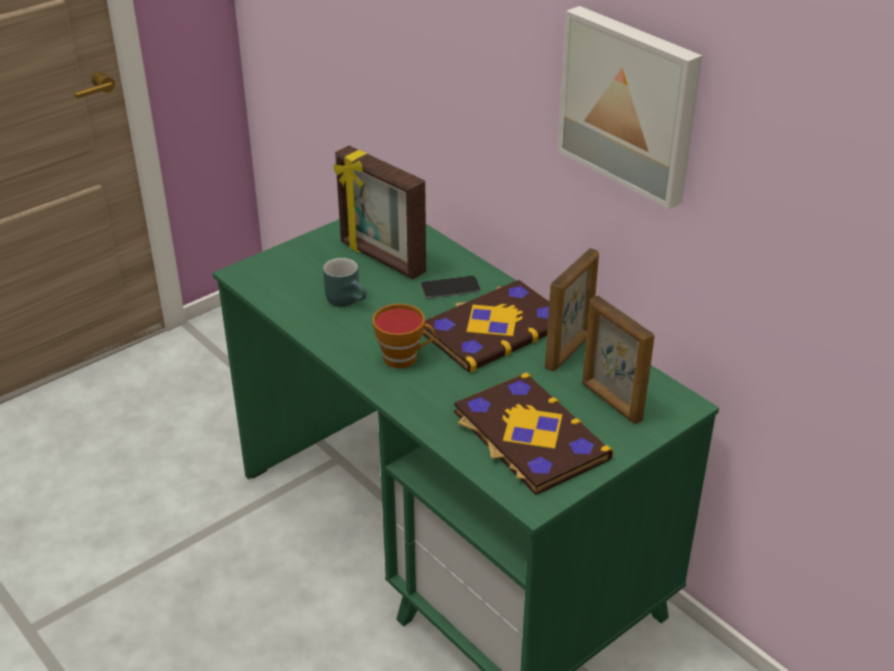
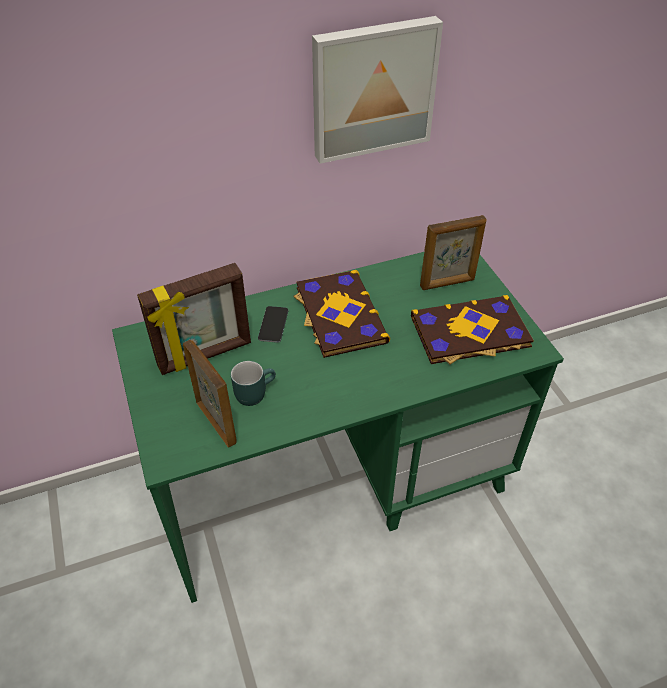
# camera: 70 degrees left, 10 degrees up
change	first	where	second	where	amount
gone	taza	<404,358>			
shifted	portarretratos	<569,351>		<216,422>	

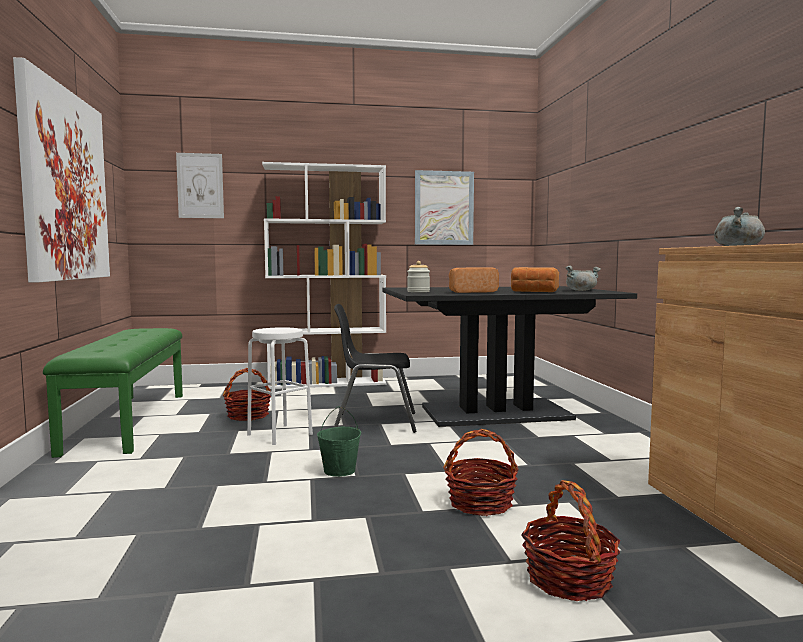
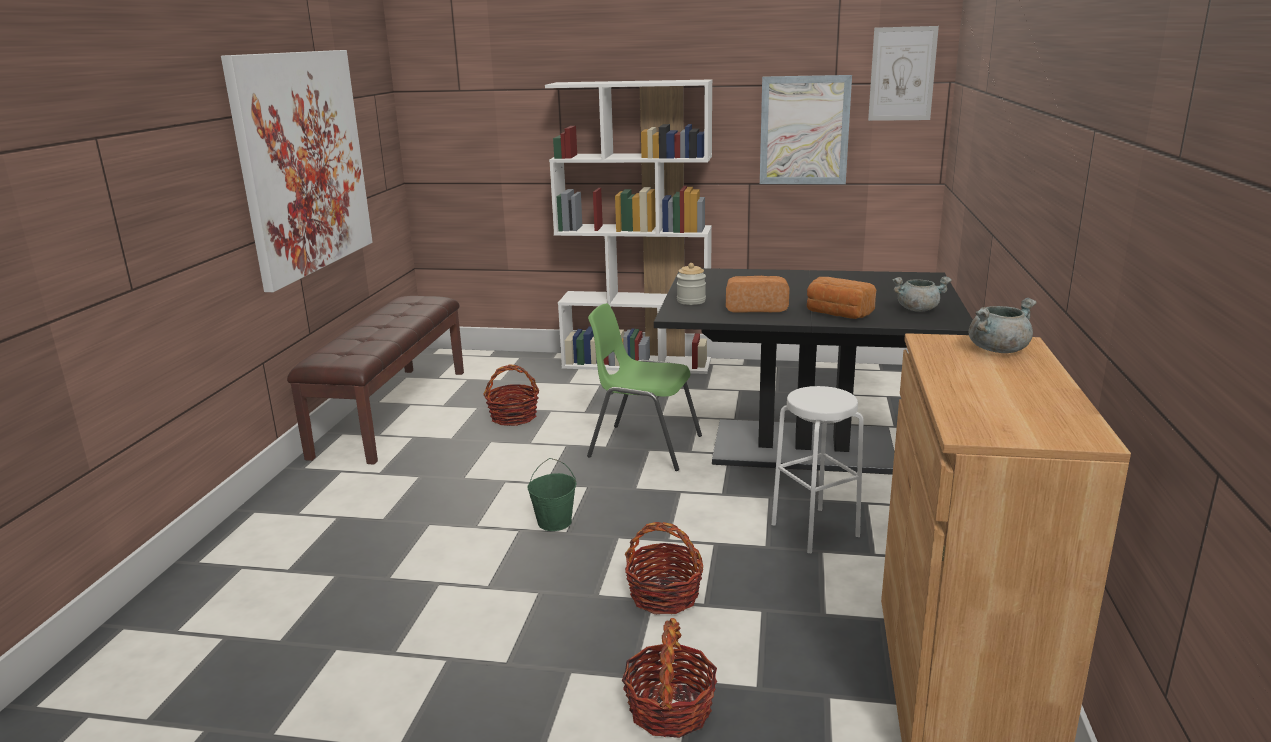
# camera: 20 degrees right, 15 degrees up
change	first	where	second	where	amount
repainted	banco/verde	<127,421>	banco/marrón	<392,411>	
shifted	cuadro	<200,186>		<902,74>	
shifted	taburete/blanco	<279,434>		<814,529>	
repainted	silla/negro	<374,422>	silla/verde	<643,446>	

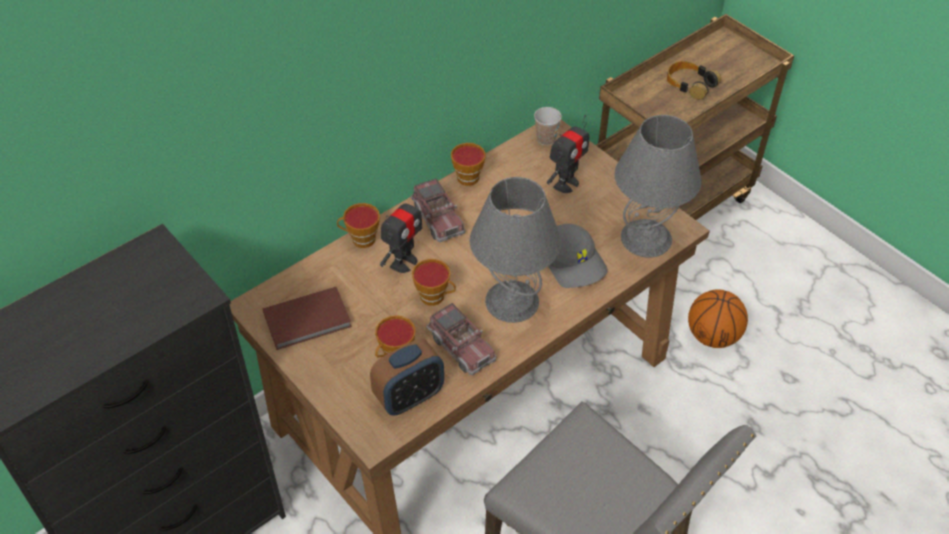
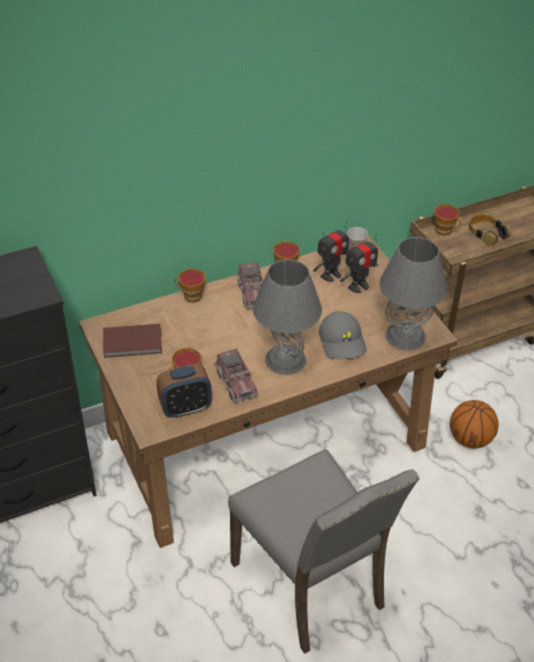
# camera: 15 degrees right, 5 degrees down
change	first	where	second	where	amount
shifted	robot de juguete	<403,262>		<330,275>	
shifted	taza	<435,297>		<445,231>	

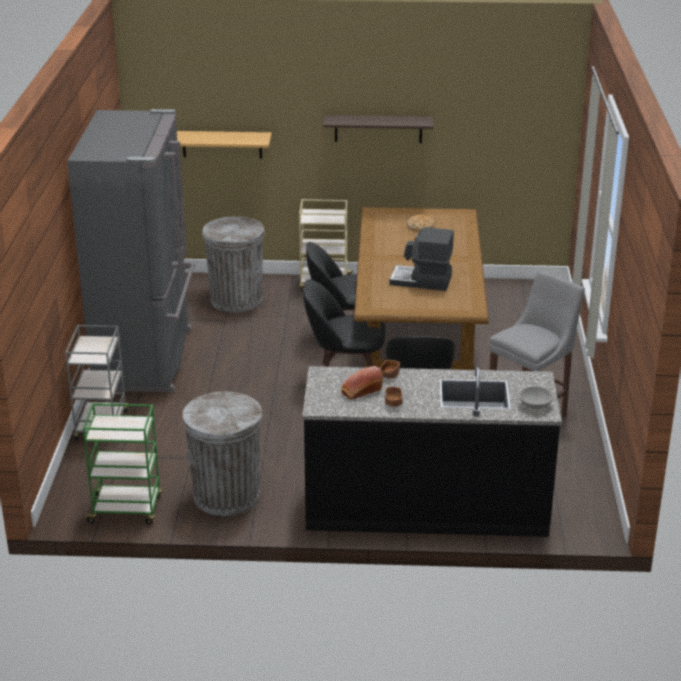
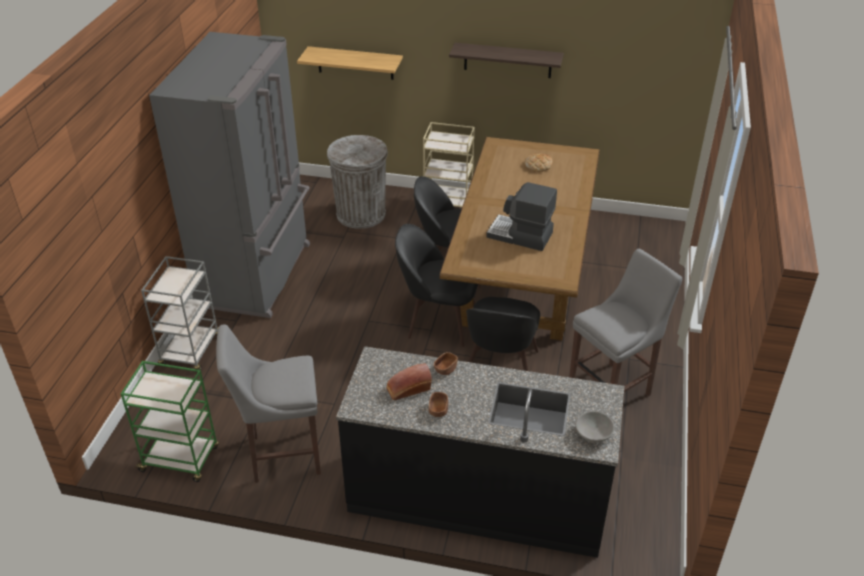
# camera: 10 degrees right, 10 degrees up
change	first	where	second	where	amount
swapped	papelera/gris	<226,496>	taburete/gris	<281,455>	

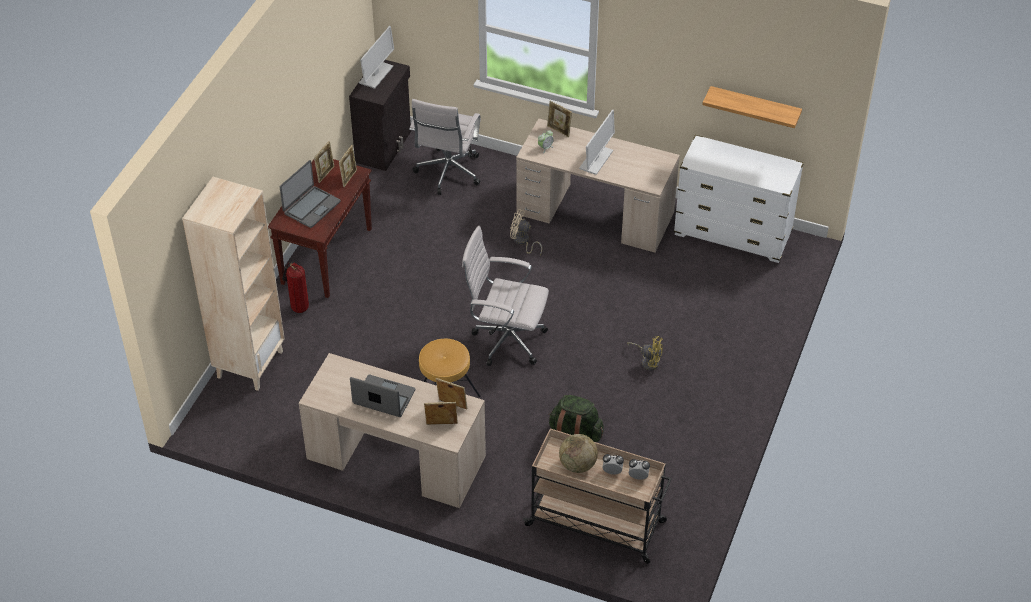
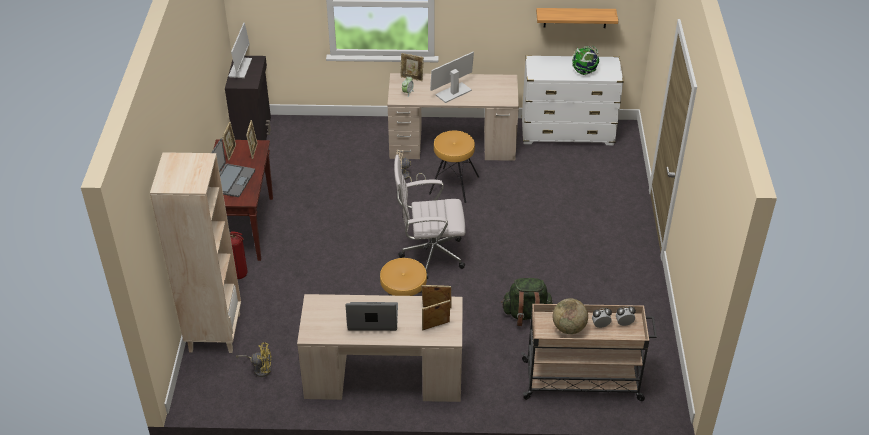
# camera: 20 degrees left, 5 degrees down
change	first	where	second	where	amount
gone	silla de oficina/blanco	<447,174>			
rotated	monitor	<596,160>		<453,92>	135 degrees counterclockwise
shifted	ventilador/amarillo	<648,361>		<260,368>	
new			taburete/marrón	<453,185>	
new			globo terráqueo	<584,72>	

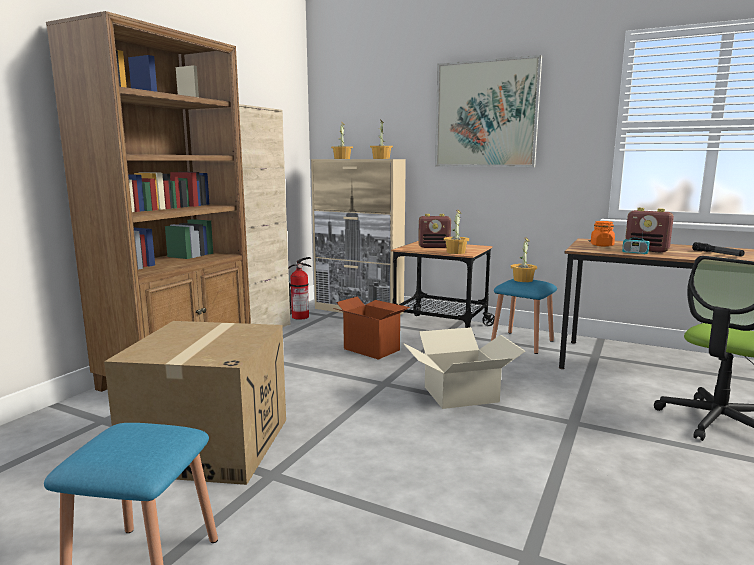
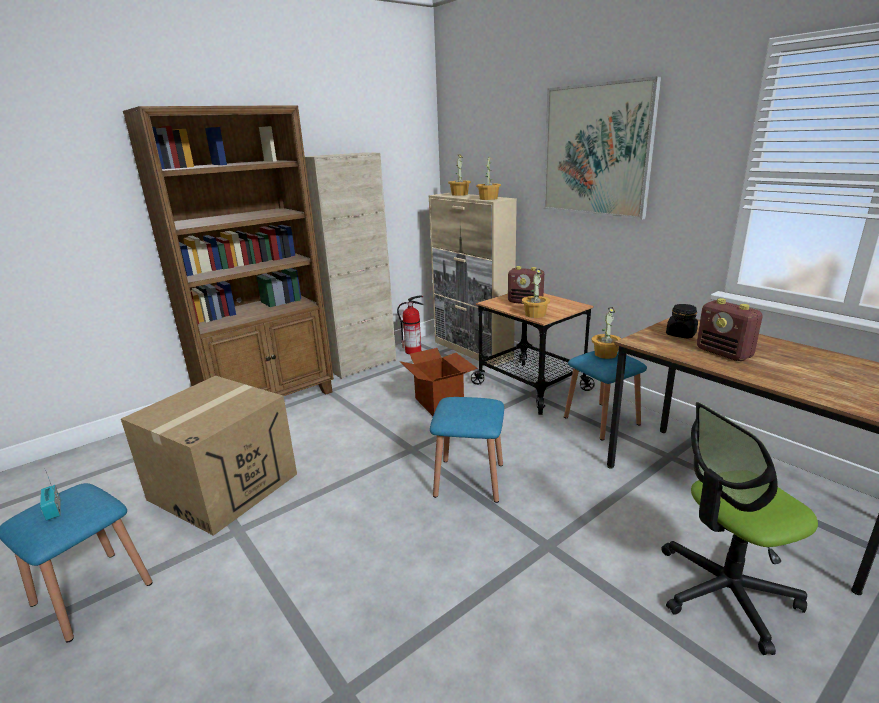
# camera: 25 degrees right, 10 degrees up
change	first	where	second	where	amount
swapped	caja de cartón	<461,394>	taburete/azul	<469,479>	
repainted	tarro/naranja	<601,245>	tarro/negro	<680,334>	
shifted	radio	<635,253>		<53,510>	
gone	linterna	<717,253>			

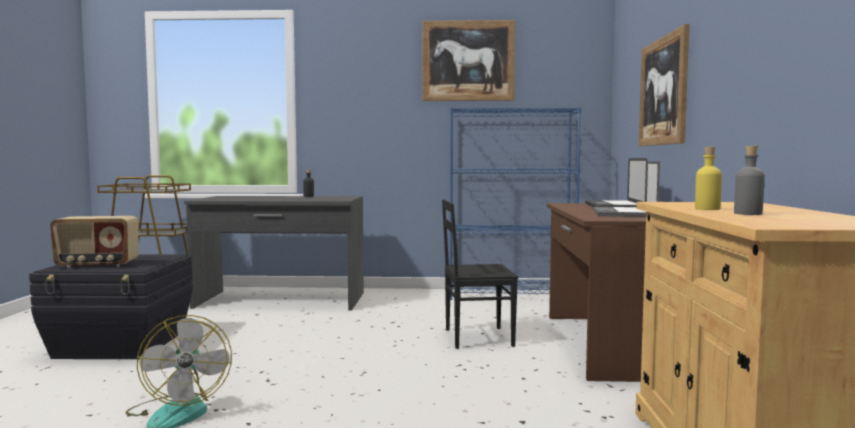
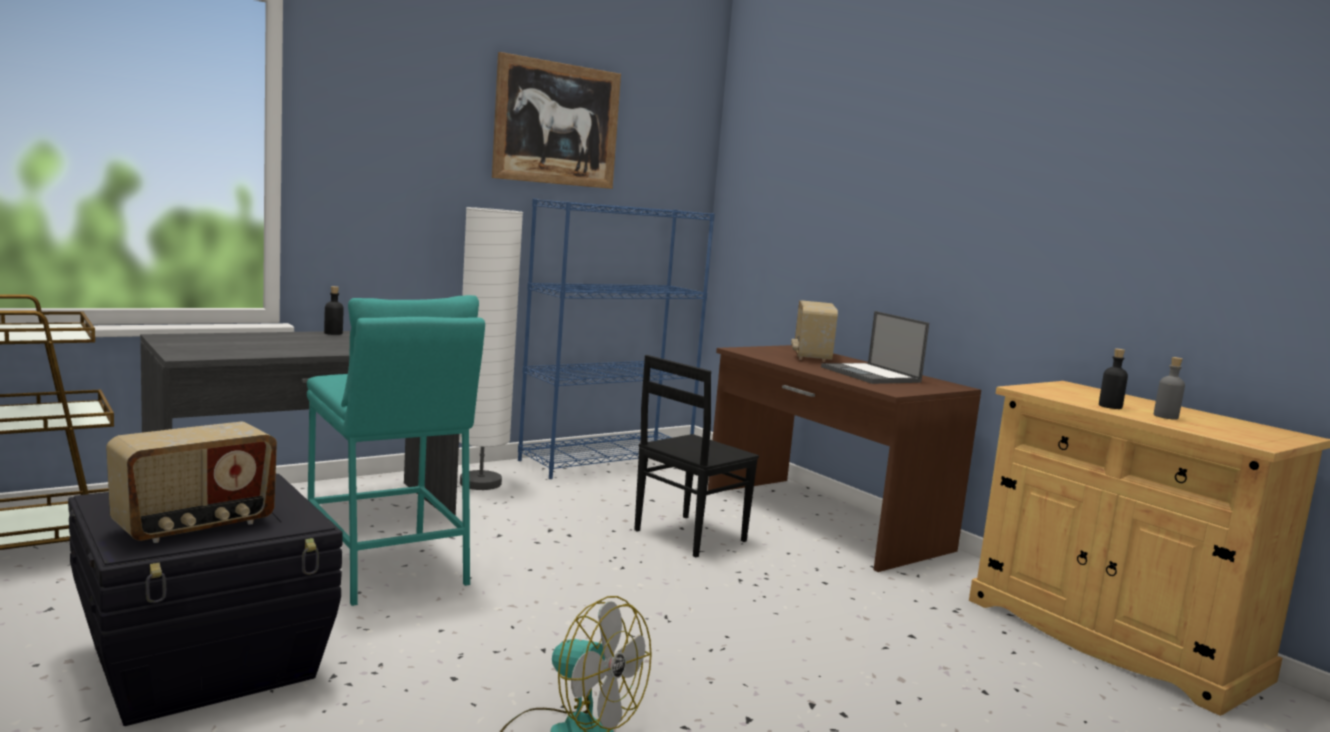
# camera: 40 degrees left, 5 degrees up
change	first	where	second	where	amount
swapped	portátil	<613,206>	radio	<810,356>	
gone	cuadro	<663,91>			
repainted	botella/amarillo	<707,209>	botella/negro	<1110,406>	
new			taburete/turquesa	<387,566>	
new			lámpara de pie/blanco	<480,483>	

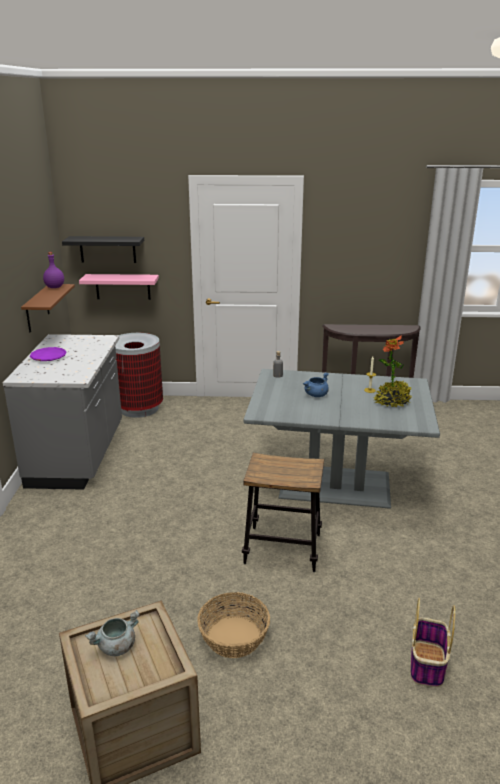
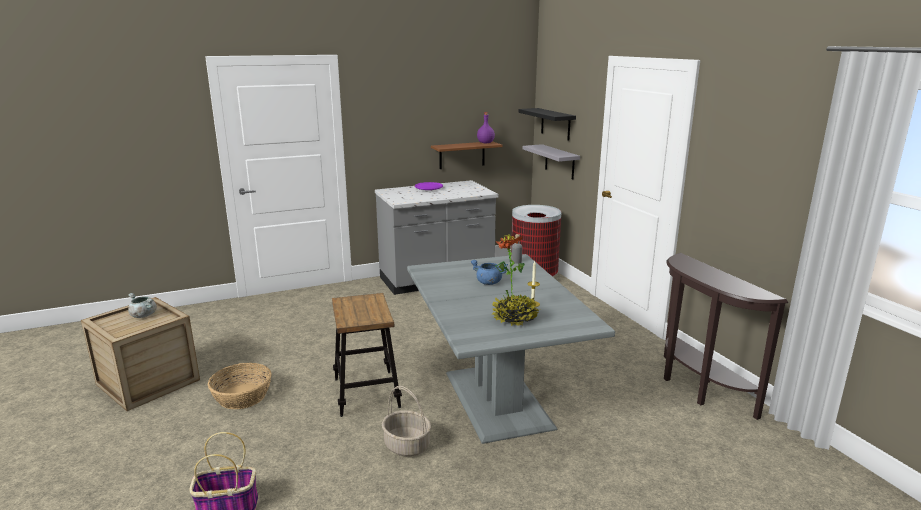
# camera: 65 degrees right, 5 degrees down
change	first	where	second	where	amount
repainted	estante/rosa	<123,286>	estante/gris	<559,162>	
new			cesta	<407,445>	

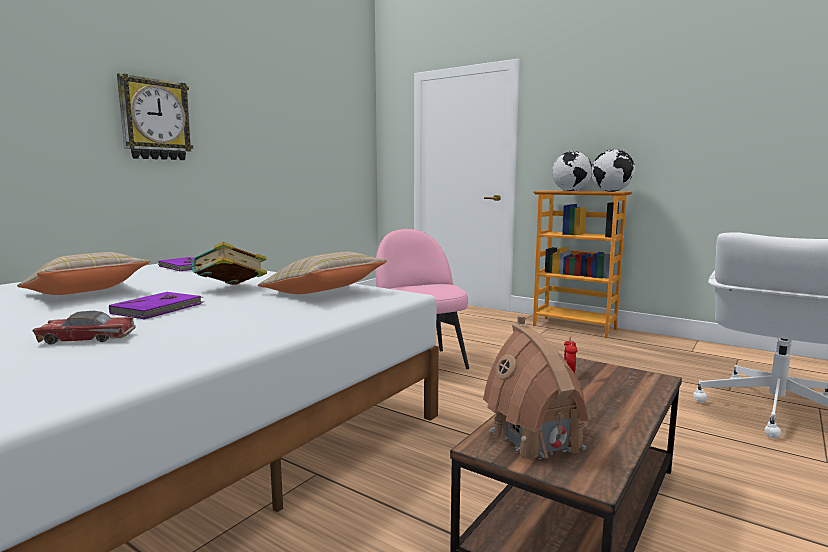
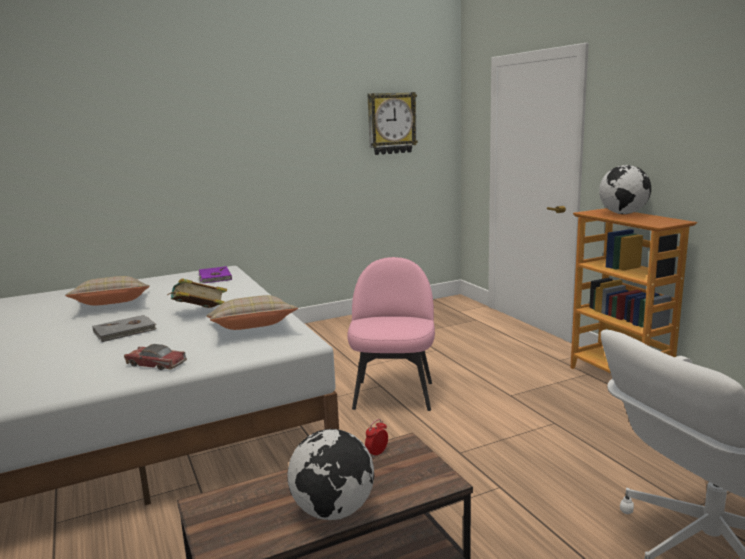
# camera: 30 degrees right, 5 degrees up
change	first	where	second	where	amount
shifted	coche de juguete	<87,338>		<156,364>	
repainted	libro/morado	<159,309>	libro/gris	<125,331>	
shifted	reloj de pared	<155,120>		<391,123>	
gone	casita	<536,438>			
shifted	globo terráqueo	<611,191>		<333,511>	

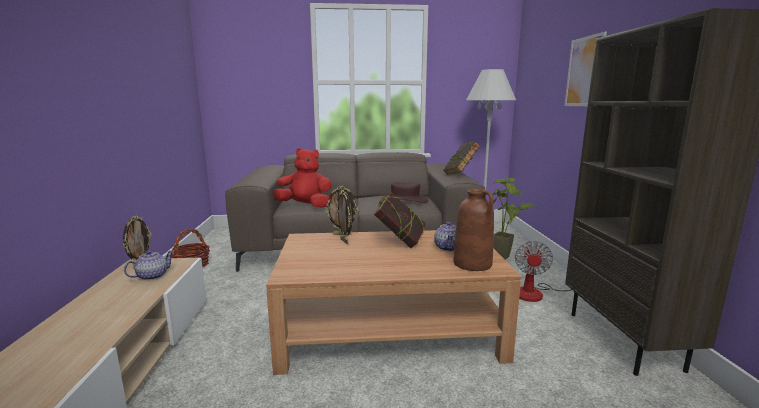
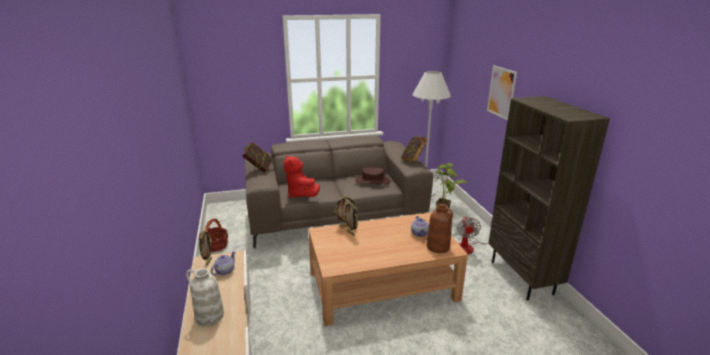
# camera: 10 degrees left, 10 degrees up
change	first	where	second	where	amount
rotated	peluche/rojo	<305,206>		<301,194>	120 degrees counterclockwise
shifted	libro	<400,242>		<259,169>	
new			florero/blanco	<209,316>	

